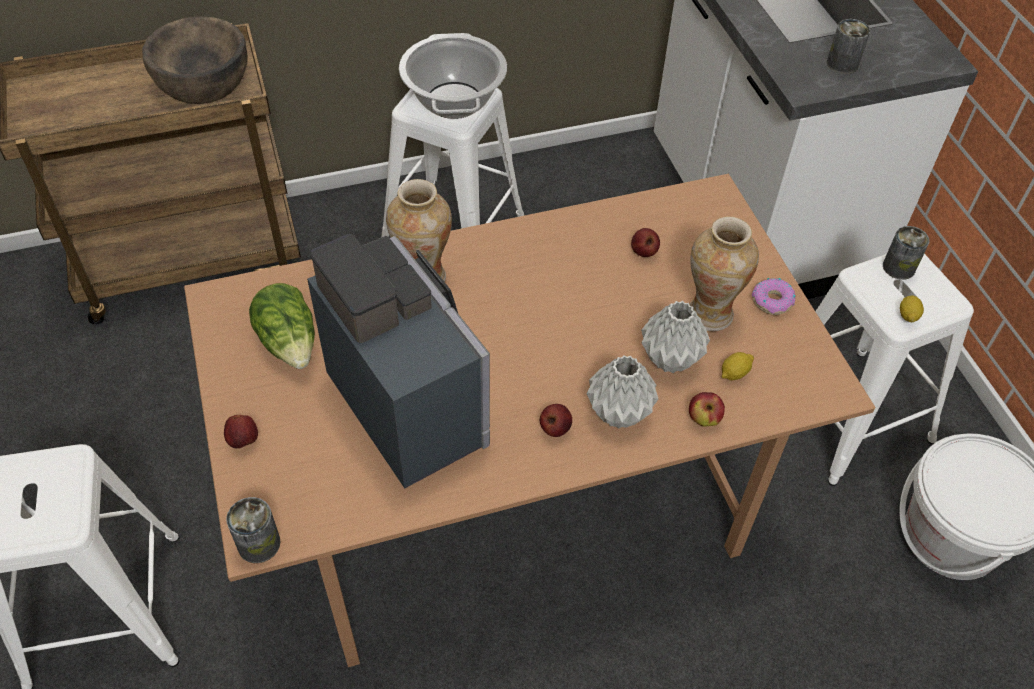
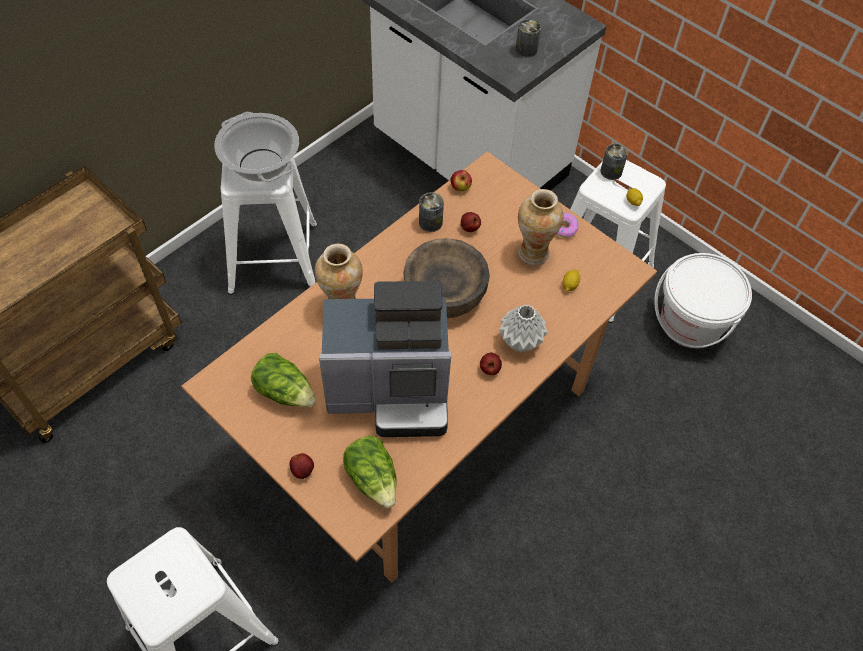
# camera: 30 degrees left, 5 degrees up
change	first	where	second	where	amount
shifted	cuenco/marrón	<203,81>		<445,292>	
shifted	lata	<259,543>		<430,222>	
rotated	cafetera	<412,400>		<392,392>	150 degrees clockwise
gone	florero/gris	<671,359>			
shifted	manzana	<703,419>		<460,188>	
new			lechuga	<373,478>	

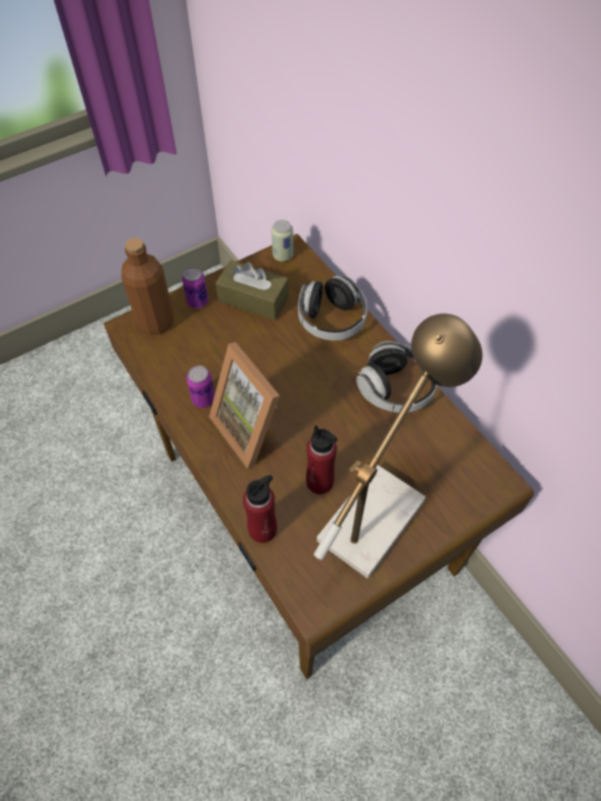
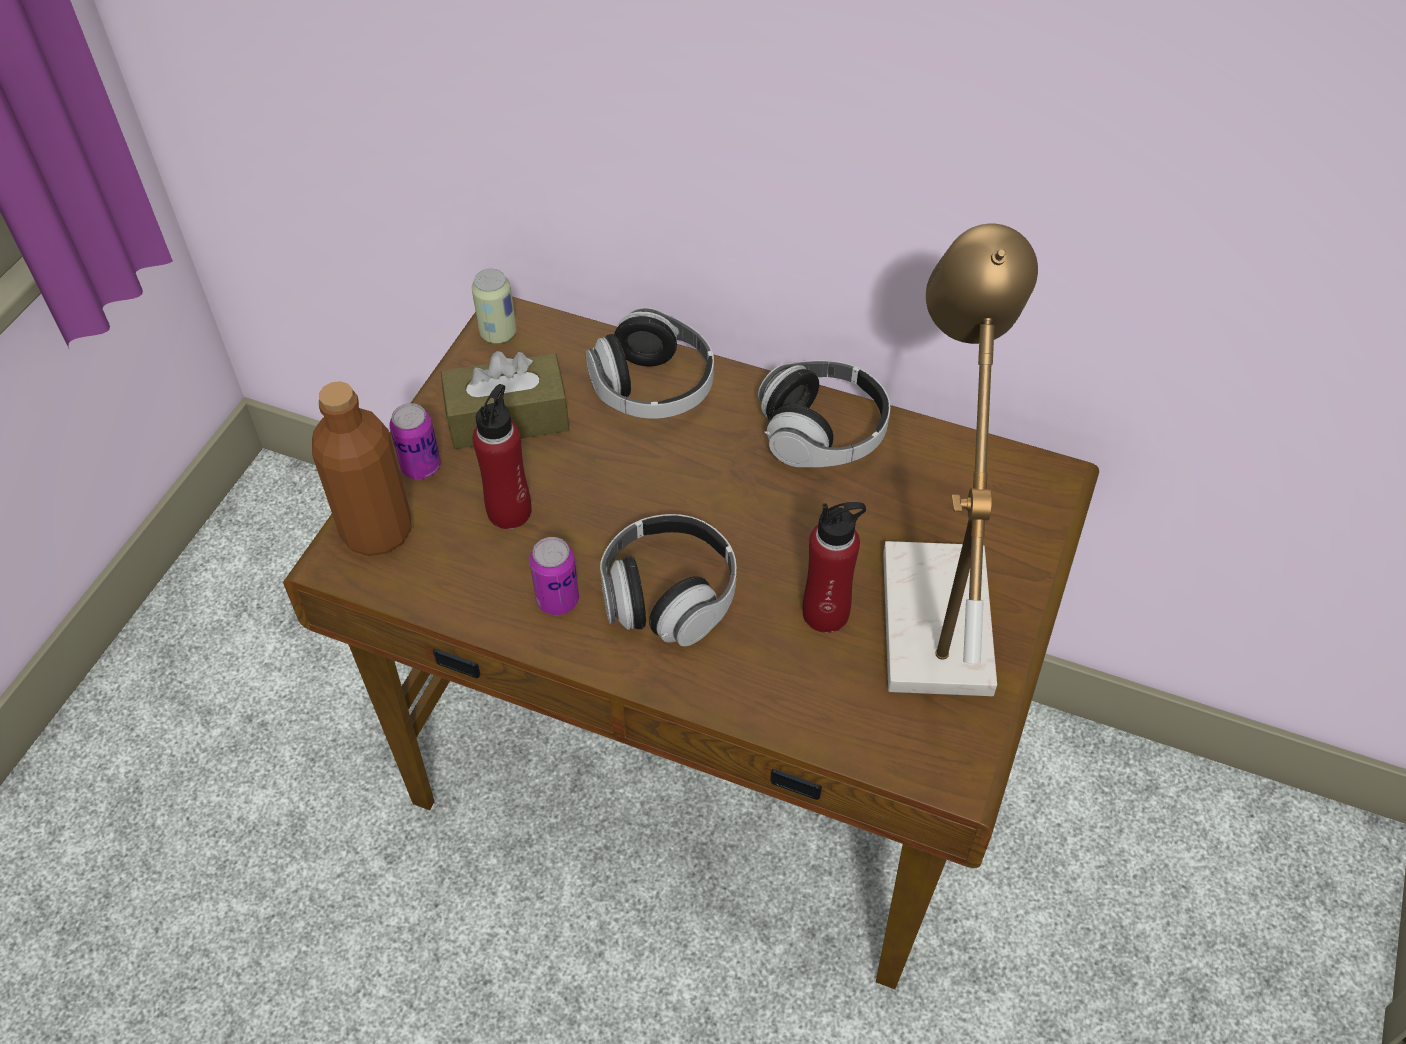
# camera: 35 degrees left, 5 degrees down
change	first	where	second	where	amount
swapped	portarretratos	<253,427>	auriculares	<668,596>	
shifted	botella/rojo	<262,529>		<509,511>	

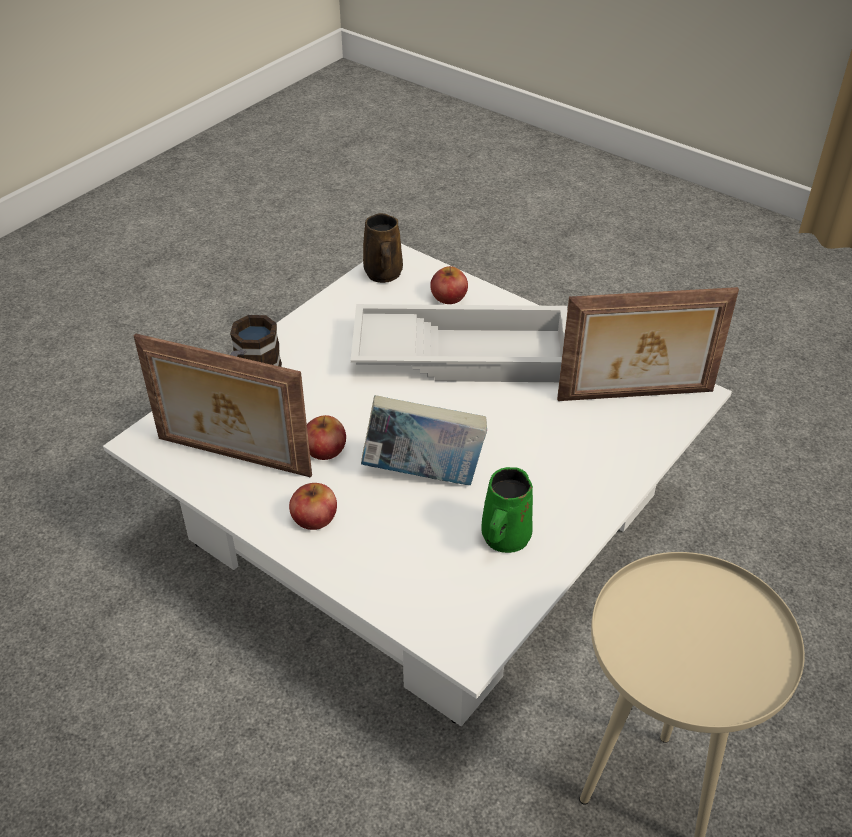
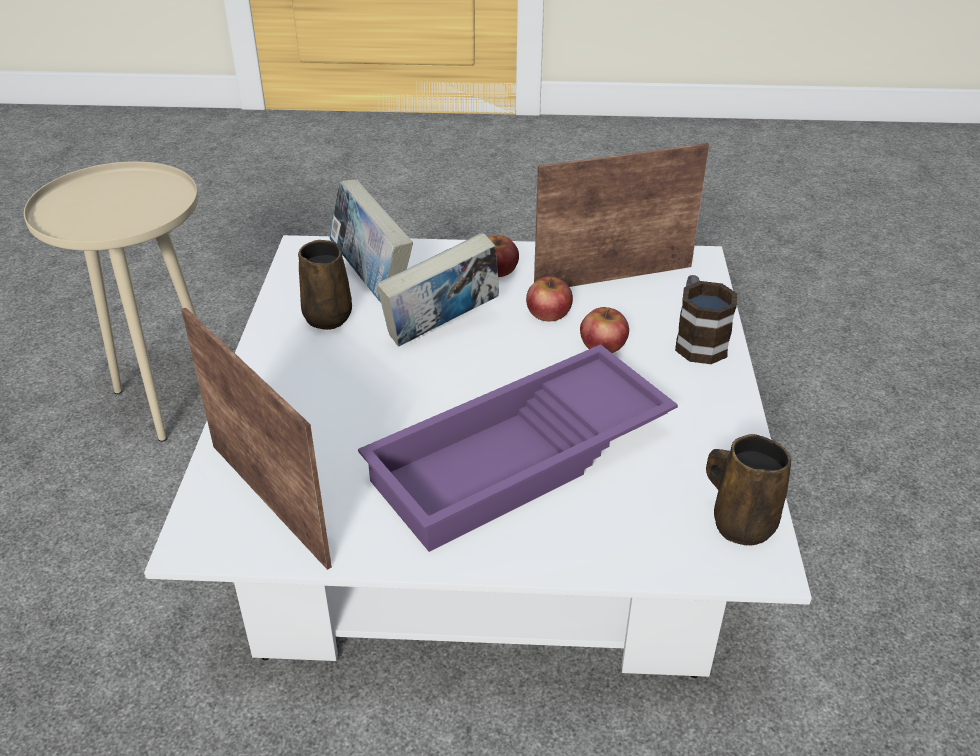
# camera: 145 degrees right, 5 degrees down
change	first	where	second	where	amount
repainted	bandeja/blanco	<463,353>	bandeja/morado	<521,460>	
shifted	manzana	<448,296>		<603,344>	
repainted	taza grande/verde	<504,538>	taza grande/marrón	<328,315>	
rotated	portarretratos	<636,397>		<272,501>	90 degrees clockwise
new			libro	<372,280>	

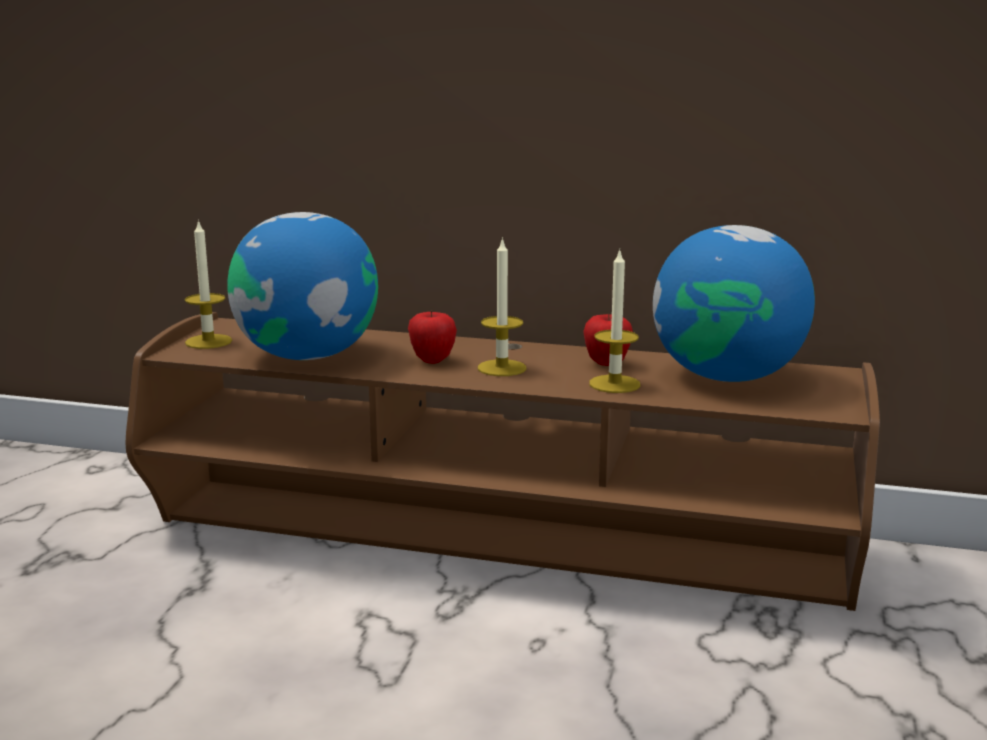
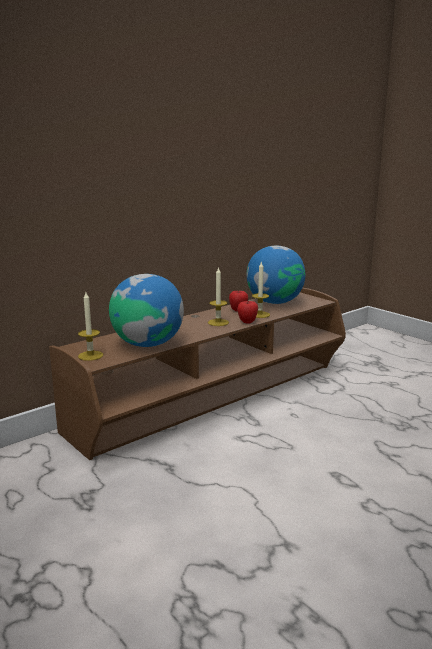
# camera: 55 degrees left, 0 degrees up
change	first	where	second	where	amount
shifted	manzana	<432,360>		<247,322>	

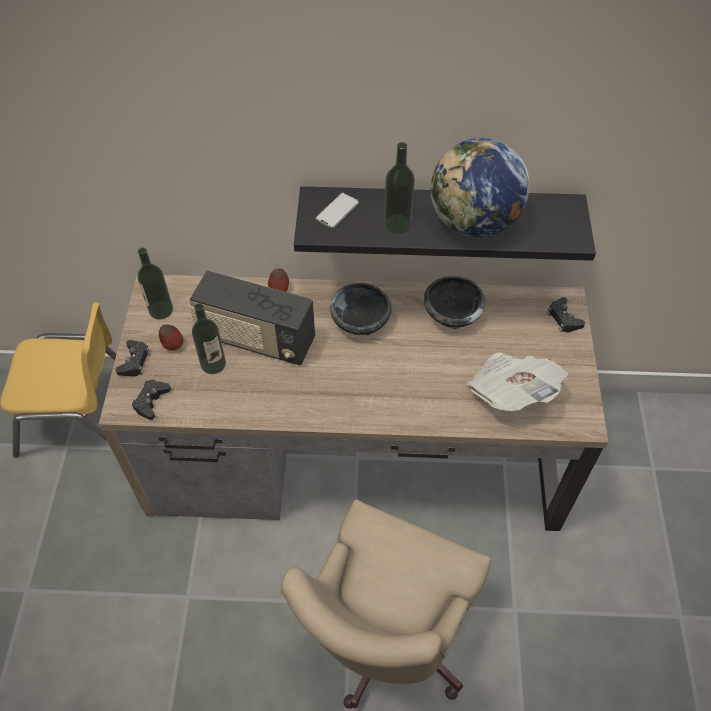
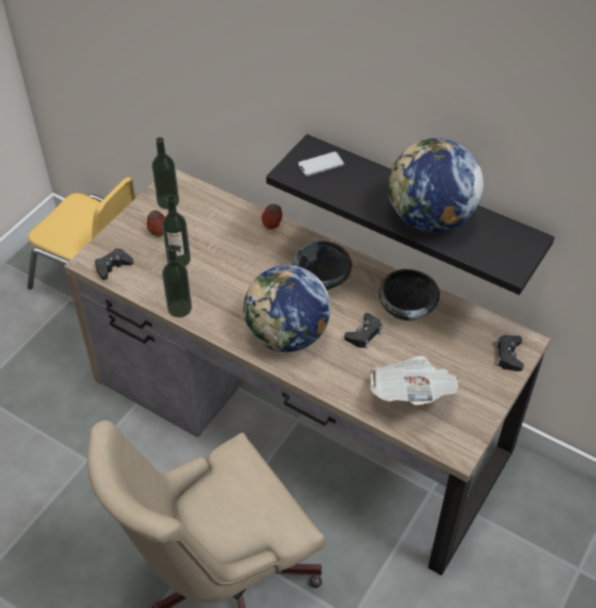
# camera: 30 degrees right, 5 degrees down
change	first	where	second	where	amount
shifted	mando de consola/negro	<135,361>		<364,334>	
gone	radio	<256,339>			
shifted	botella	<397,223>		<179,308>	
new			globo terráqueo	<287,335>	

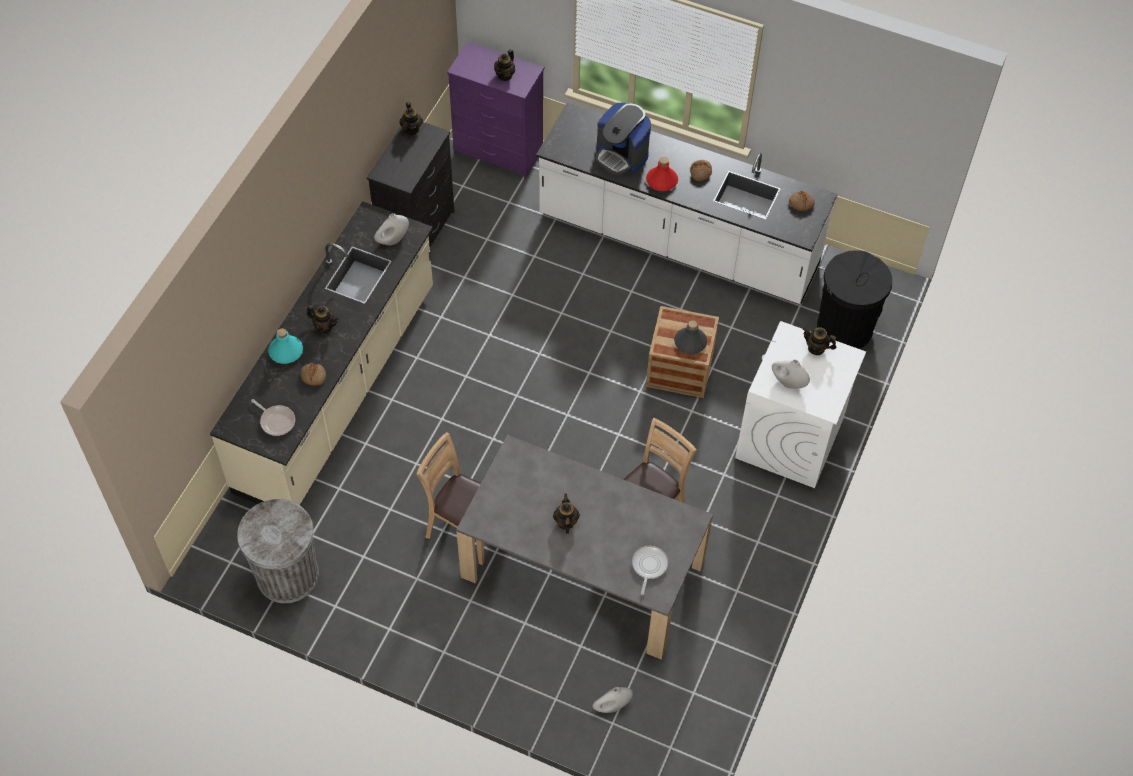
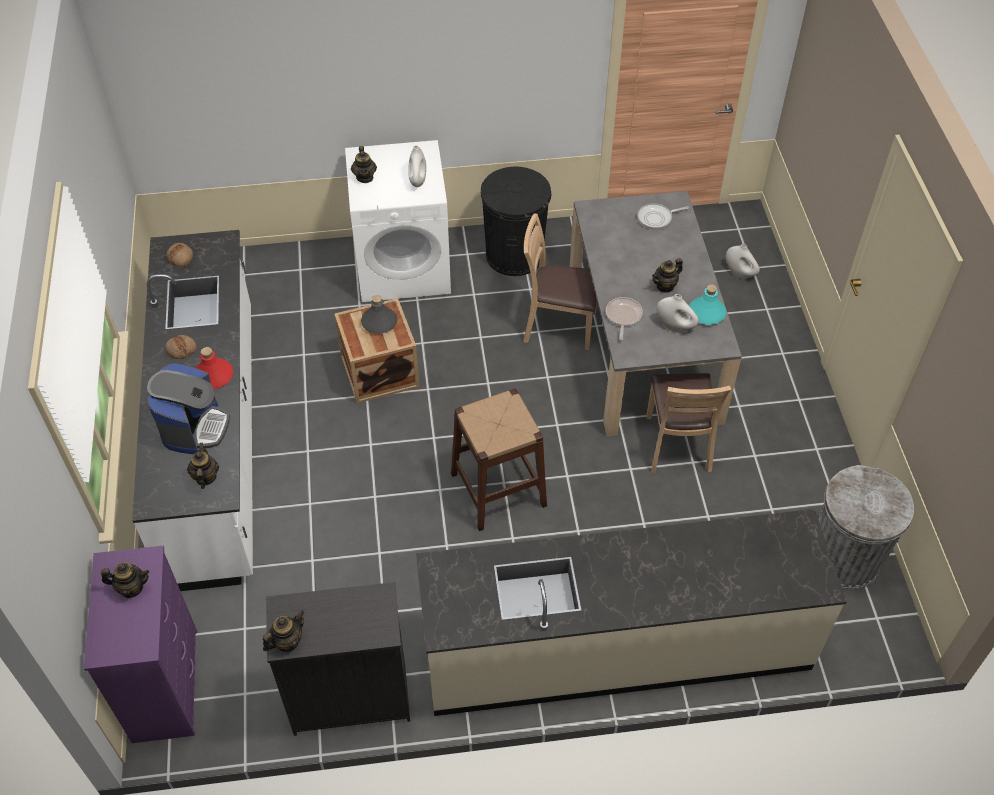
# camera: 120 degrees left, 5 degrees down
change	first	where	second	where	amount
shifted	sartén	<276,421>		<623,316>	
shifted	botella/turquesa	<286,351>		<706,313>	
gone	pan	<313,376>			
shifted	tetera	<324,326>		<205,477>	
shifted	florero/blanco	<392,240>		<675,327>	
shifted	papelera/negro	<844,328>		<514,255>	
new			taburete/marrón	<498,489>	

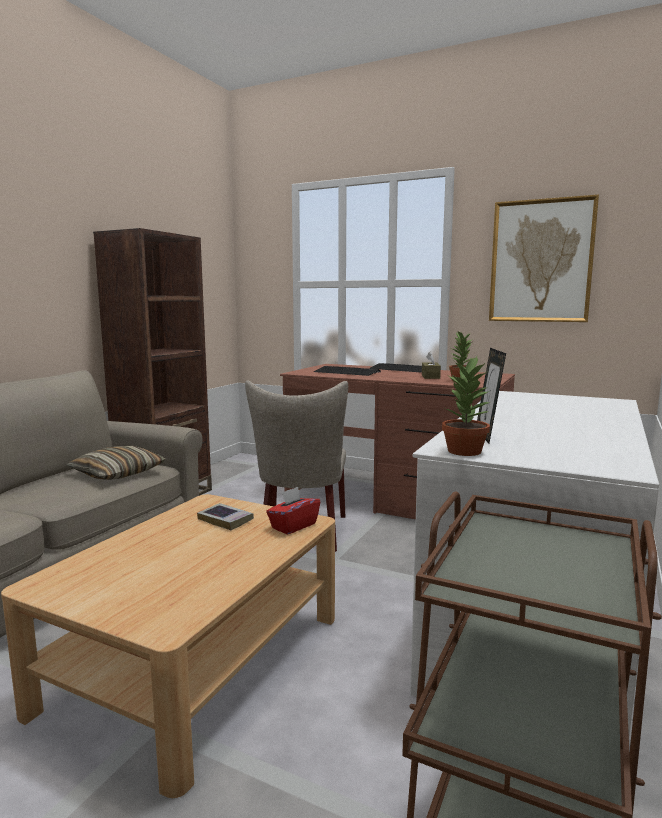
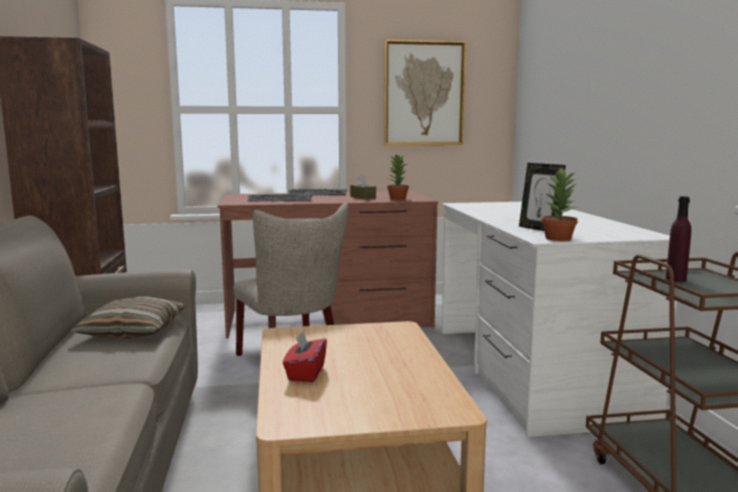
# camera: 35 degrees left, 0 degrees up
change	first	where	second	where	amount
gone	libro	<225,520>			
shifted	caja de pañuelos/rojo	<293,526>		<305,373>	
new			botella/morado	<676,279>	

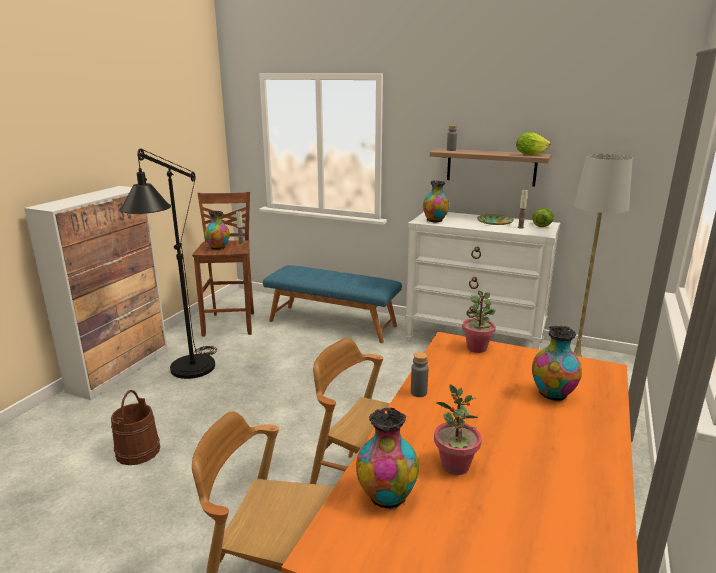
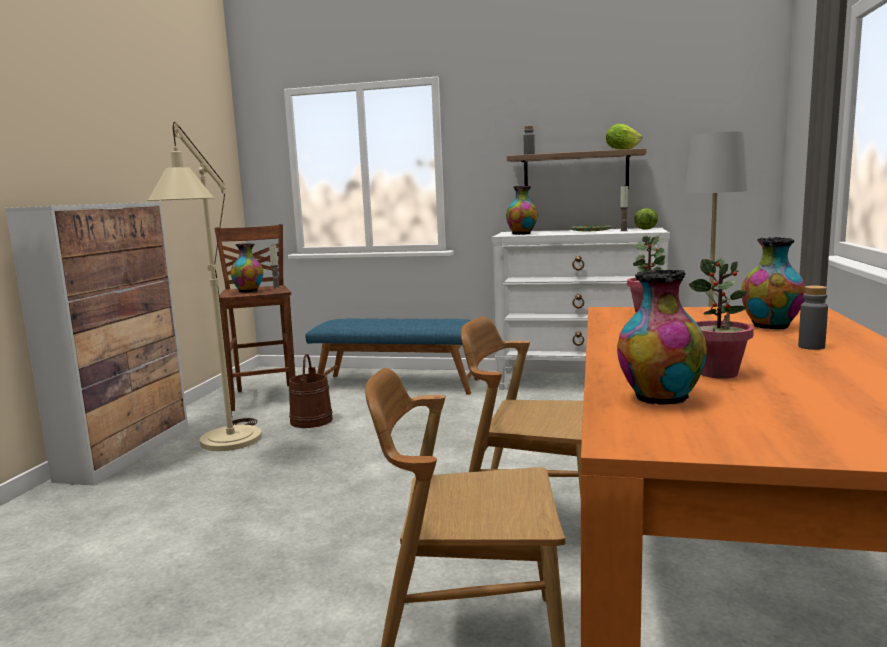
# camera: 10 degrees left, 10 degrees down
change	first	where	second	where	amount
shifted	cubo/marrón	<137,451>		<311,420>	
repainted	lámpara de pie/negro	<187,374>	lámpara de pie/beis	<226,446>	
shifted	botella/gris	<418,392>		<811,347>	

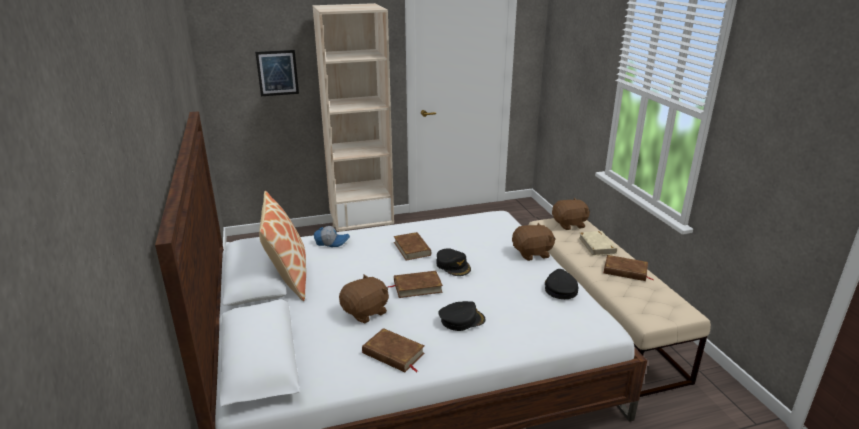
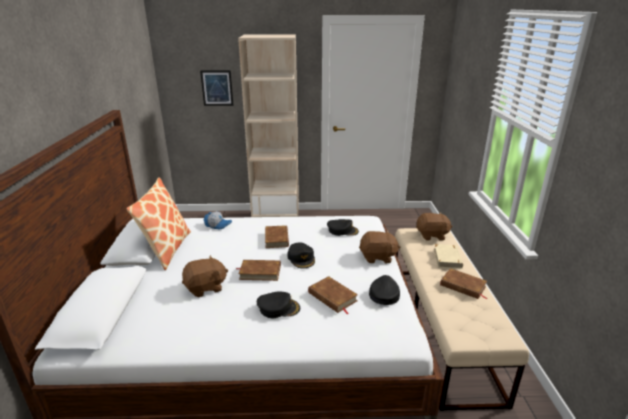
# camera: 15 degrees right, 0 degrees up
change	first	where	second	where	amount
shifted	libro/marrón	<393,354>		<332,297>	
new			gorra/negro	<342,230>	

